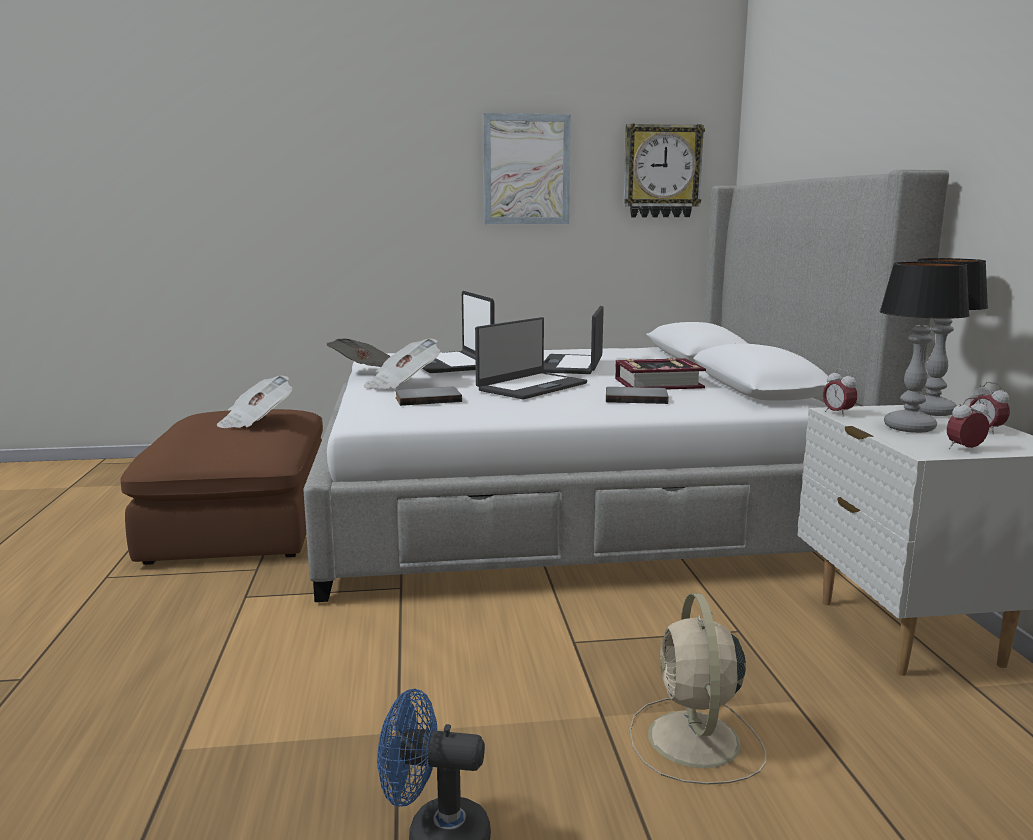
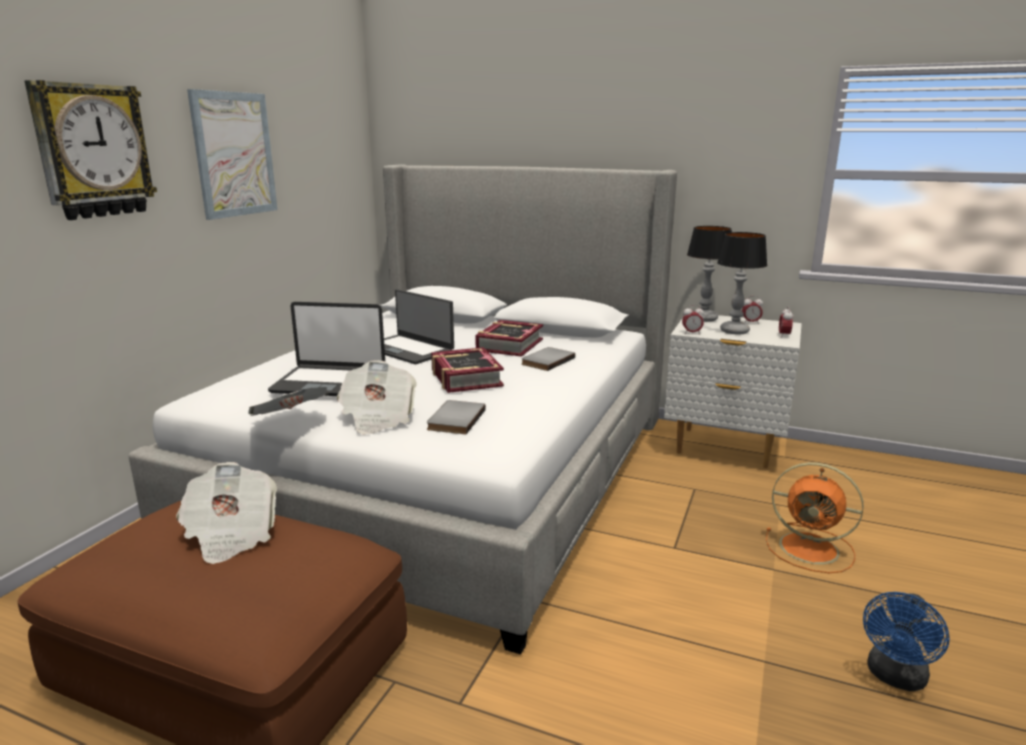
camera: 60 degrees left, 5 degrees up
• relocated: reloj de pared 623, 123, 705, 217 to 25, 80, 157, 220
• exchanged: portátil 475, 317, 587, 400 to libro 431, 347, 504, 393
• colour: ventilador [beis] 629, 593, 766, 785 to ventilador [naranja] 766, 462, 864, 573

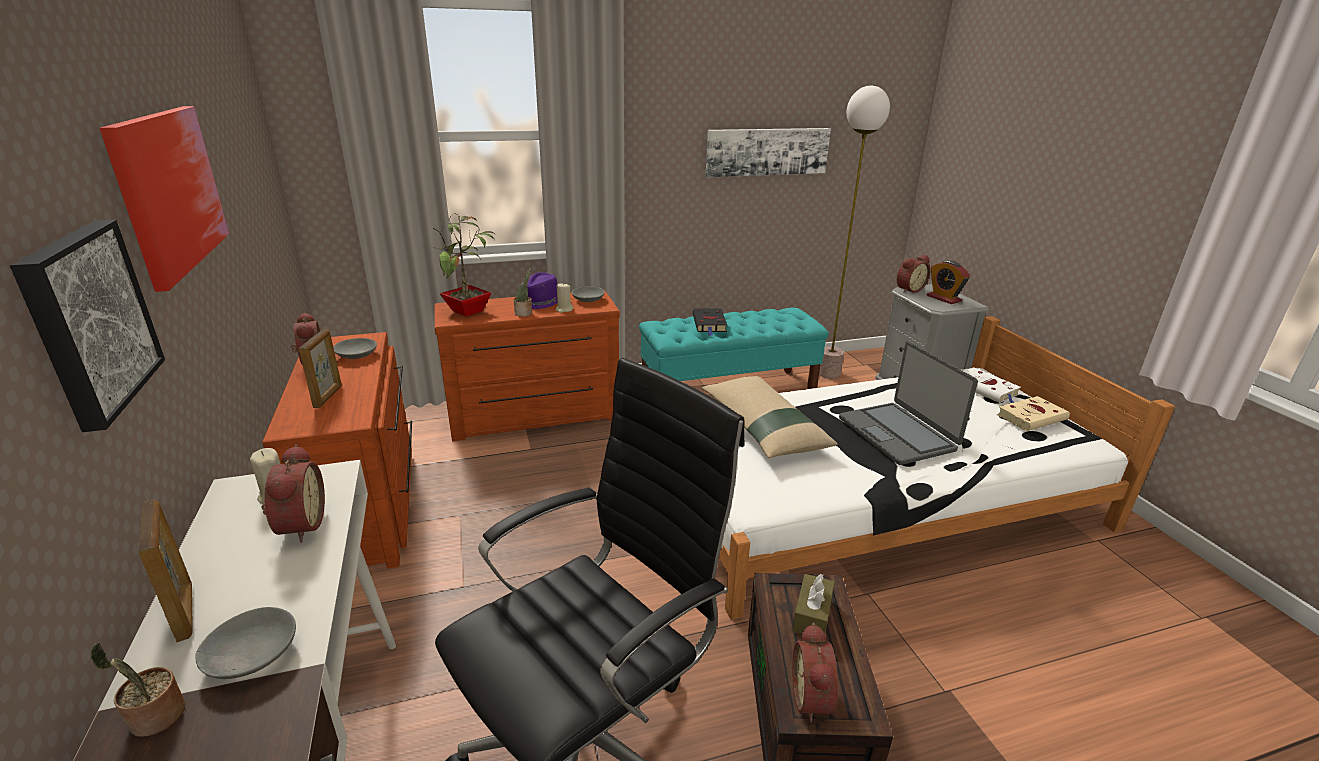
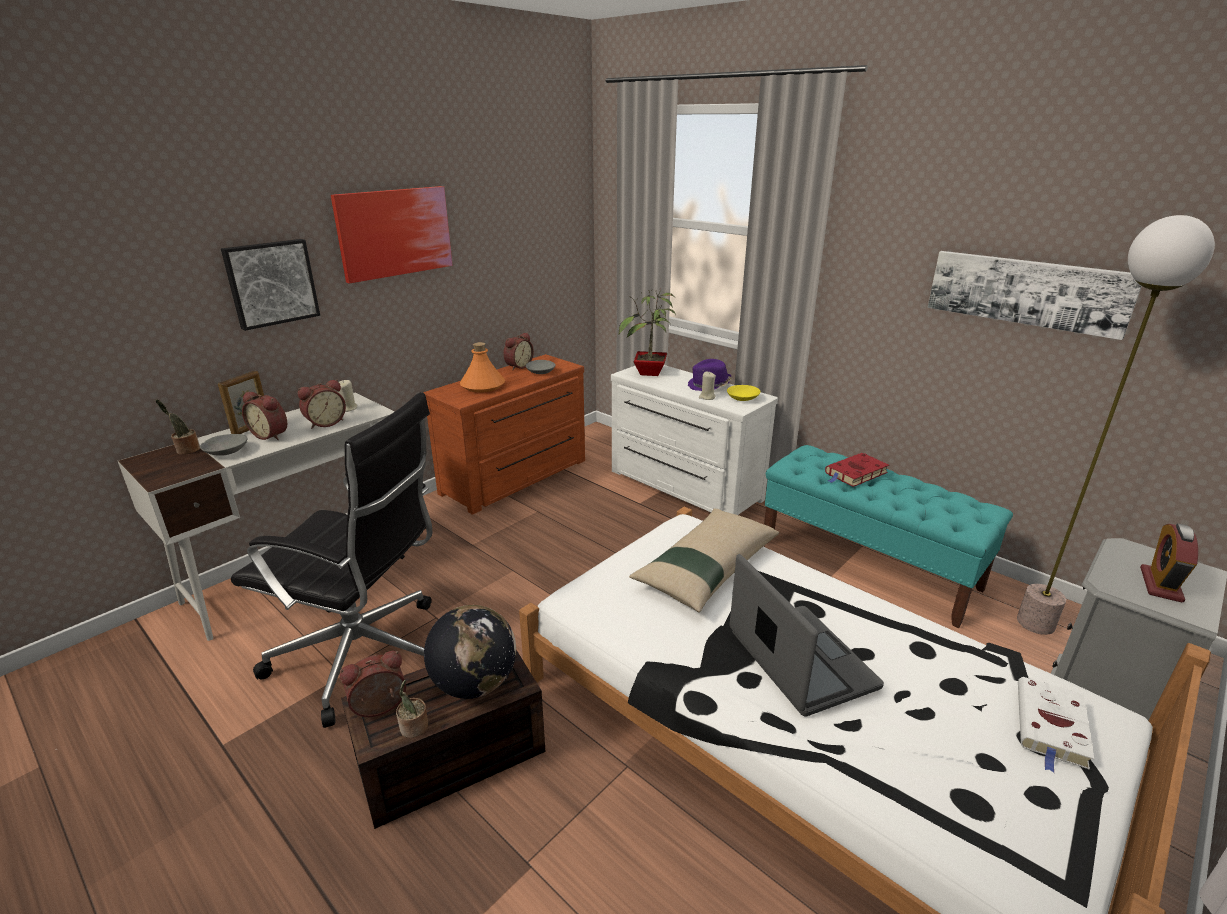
camera: 60 degrees right, 0 degrees up
• missing: libro [beis] 997, 396, 1070, 431
• relocated: planta en maceta 514, 268, 532, 317 to 396, 680, 428, 738
• relocated: despertador 897, 255, 930, 293 to 242, 392, 287, 440
• exchanged: portarretratos 299, 329, 342, 408 to botella [naranja] 460, 342, 505, 393
• exchanged: caja de pañuelos [marrón] 792, 574, 835, 634 to globo terráqueo 424, 605, 516, 699
• colour: cómoda [marrón] 434, 290, 620, 441 to cómoda [blanco] 611, 365, 778, 515
• colour: cuenco [gris] 572, 286, 605, 302 to cuenco [amarillo] 727, 385, 760, 401
• colour: libro [negro] 692, 308, 727, 336 to libro [rojo] 825, 453, 889, 487
• spun: portátil 839, 341, 978, 465 = 730, 554, 884, 717 120 degrees clockwise

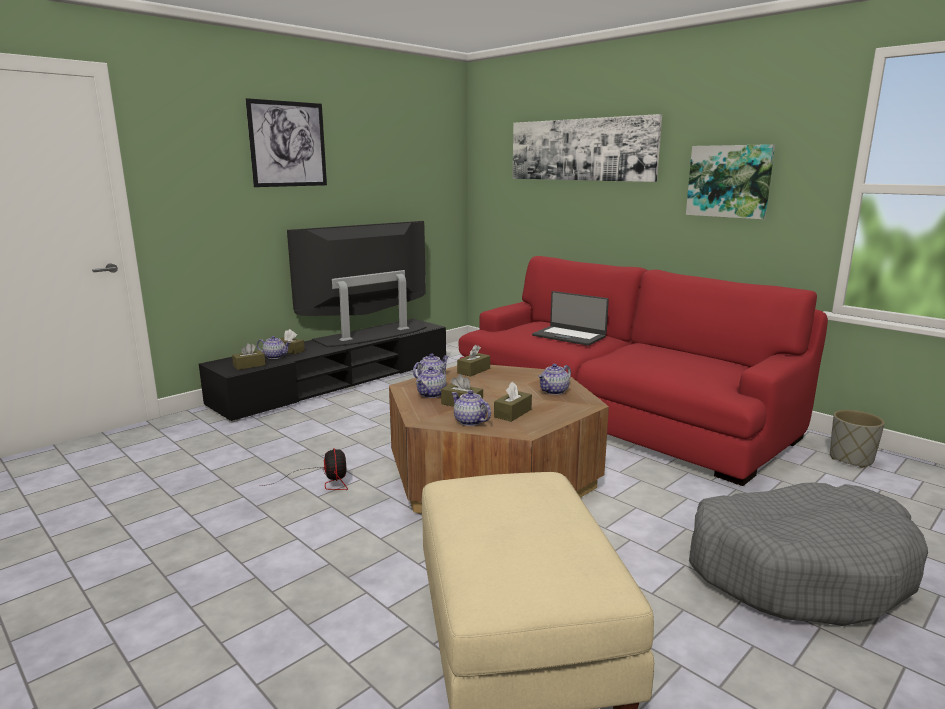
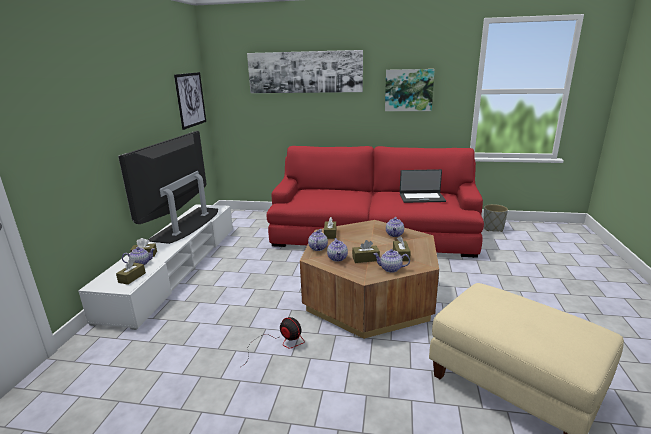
camera: 35 degrees left, 5 degrees up
• missing: cama para perro [gris] 689, 483, 928, 626
• relocated: cuadro 246, 98, 327, 187 to 174, 72, 206, 130
• relocated: portátil 532, 291, 609, 346 to 400, 169, 446, 203
• colour: mueble de televisión [negro] 199, 319, 446, 423 to mueble de televisión [blanco] 78, 205, 233, 330

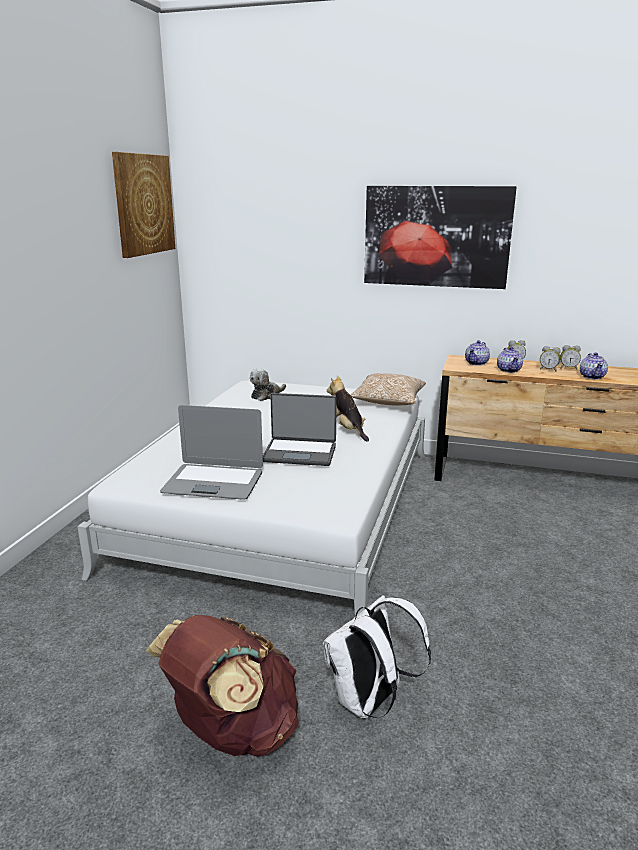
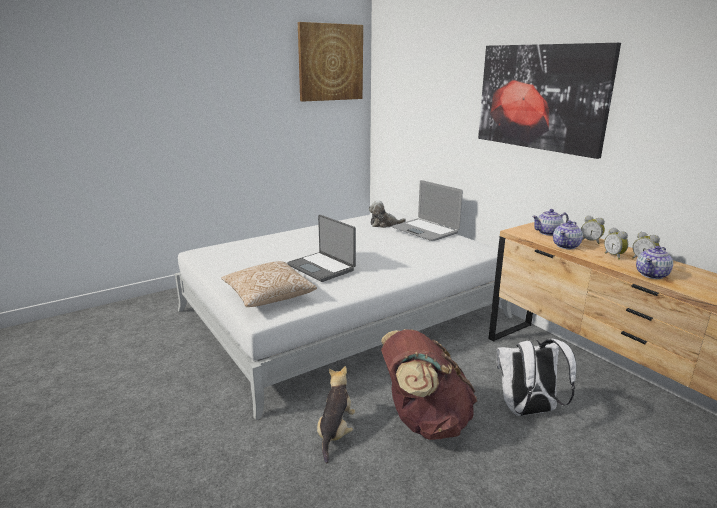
camera: 40 degrees right, 0 degrees up
• relocated: mochila [marrón] 146, 615, 299, 757 to 381, 329, 477, 440
• relocated: portátil 160, 405, 263, 500 to 391, 180, 463, 241
• relocated: mochila [blanco] 323, 595, 431, 718 to 496, 338, 576, 416
• relocated: peluche 327, 375, 369, 442 to 317, 366, 355, 463
• relocated: cojín 351, 373, 426, 405 to 221, 261, 317, 307

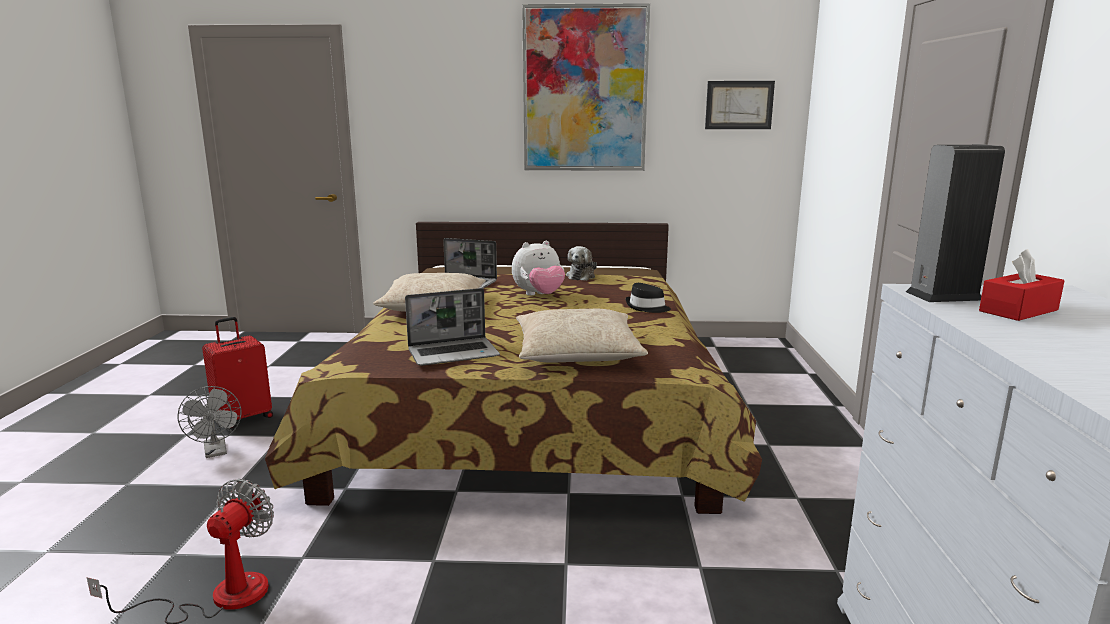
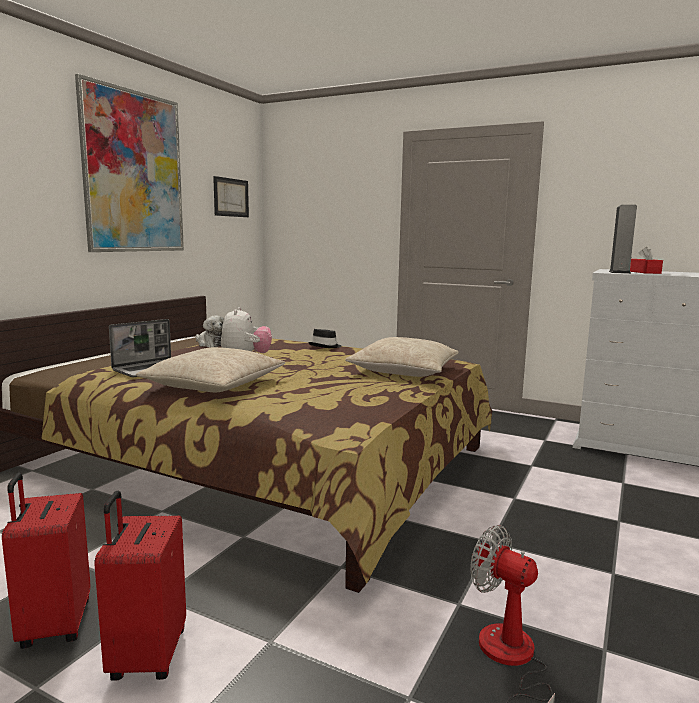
camera: 65 degrees left, 5 degrees down
• missing: portátil 405, 288, 500, 366
• exchanged: ventilador [gris] 178, 386, 241, 458 to maleta [rojo] 94, 491, 186, 681

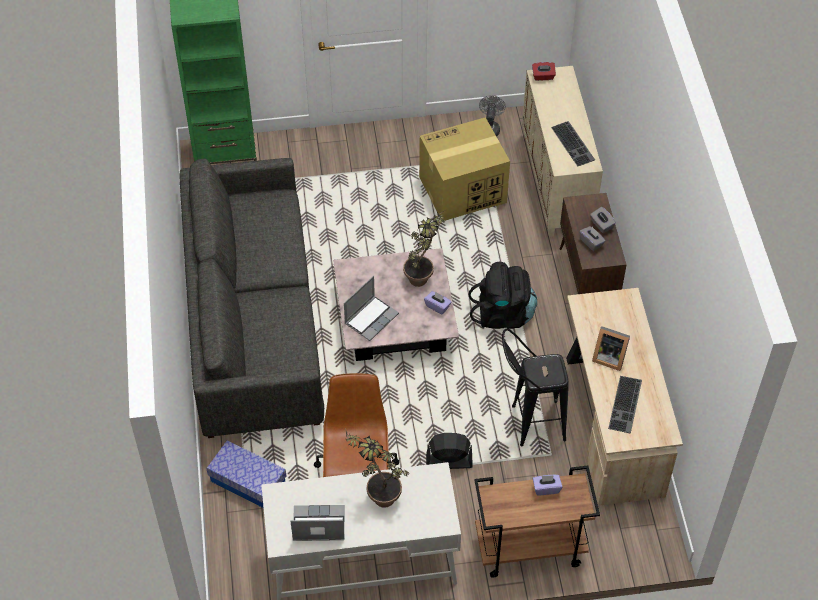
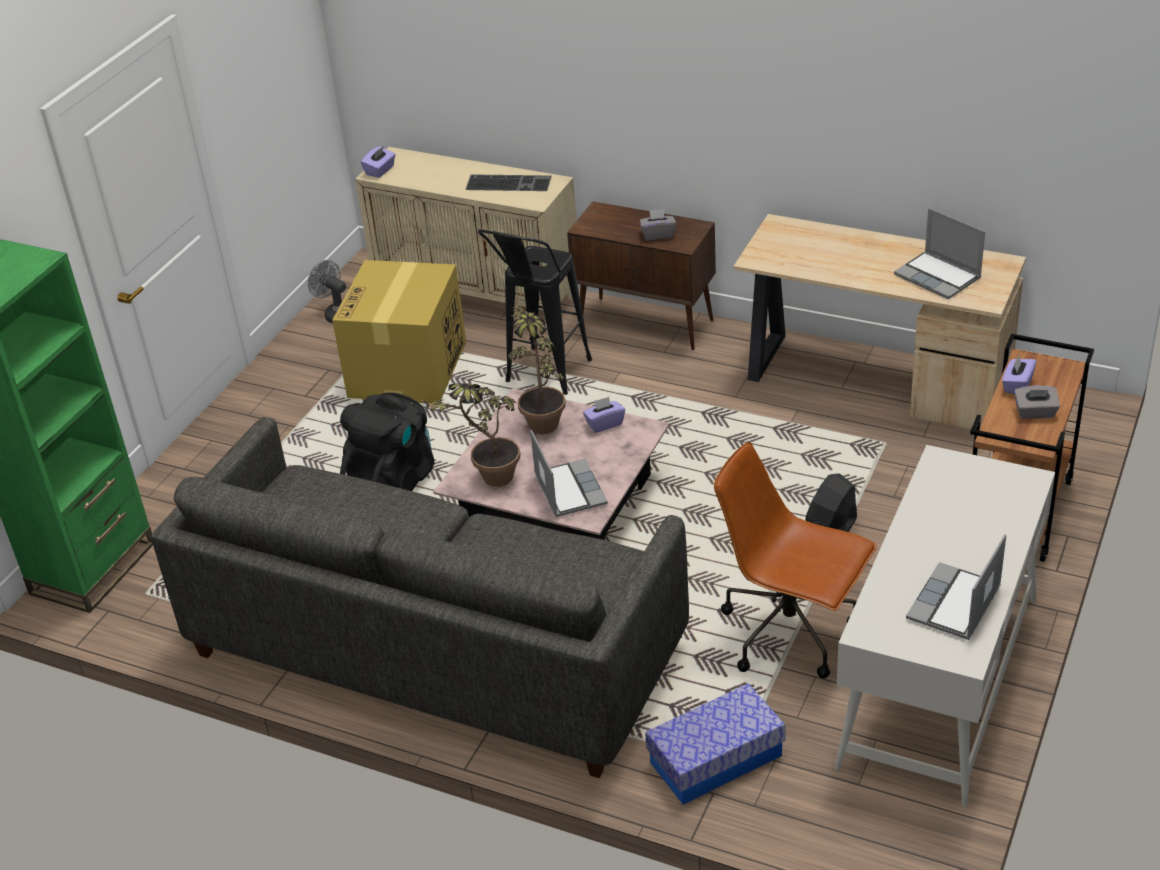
camera: 55 degrees left, 15 degrees down
• missing: portarretratos 592, 326, 630, 371
• relocated: planta en maceta 345, 428, 409, 508 to 419, 383, 520, 487
• relocated: mochila [negro] 469, 262, 537, 329 to 340, 392, 435, 491
• relocated: taburete [negro] 502, 328, 569, 447 to 478, 229, 592, 395
• relocated: caja de pañuelos [gris] 590, 207, 616, 233 to 1014, 386, 1060, 419
• exchanged: teclado 608, 376, 642, 433 to portátil 894, 208, 985, 299
• colour: caja de pañuelos [rojo] 532, 62, 556, 81 to caja de pañuelos [morado] 361, 146, 396, 178

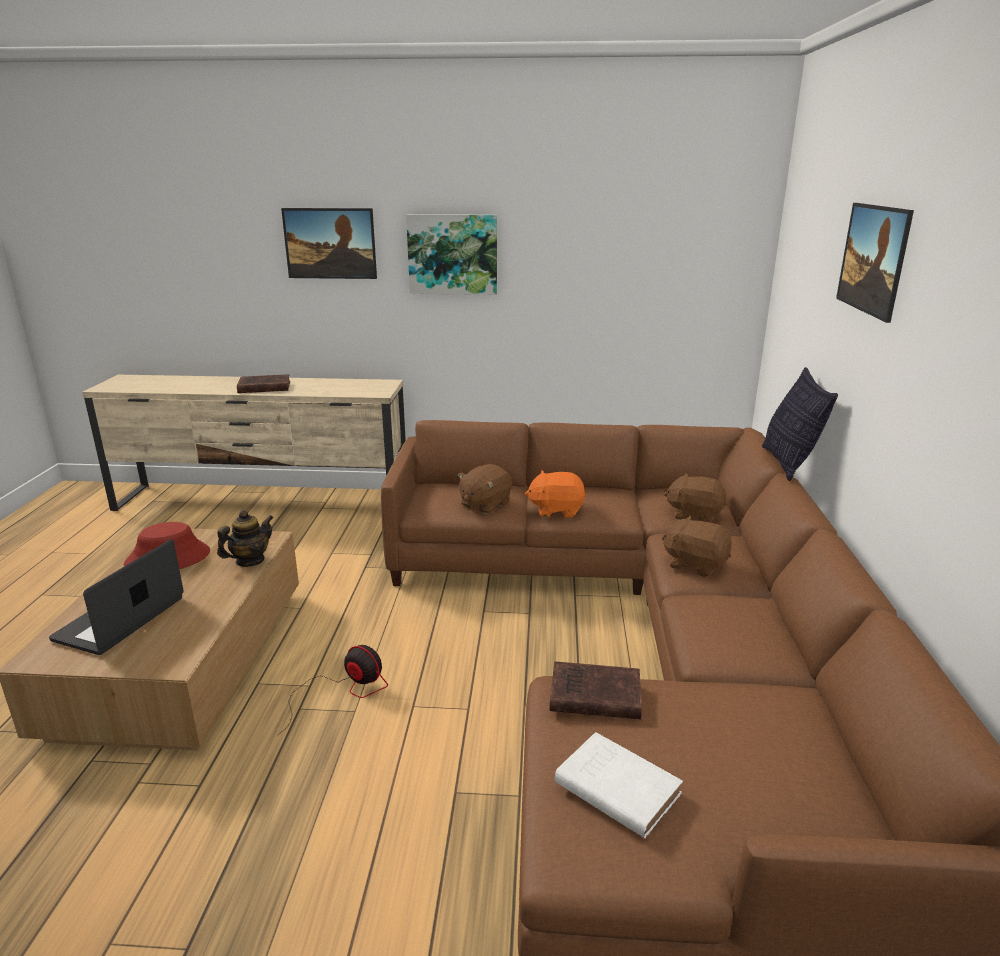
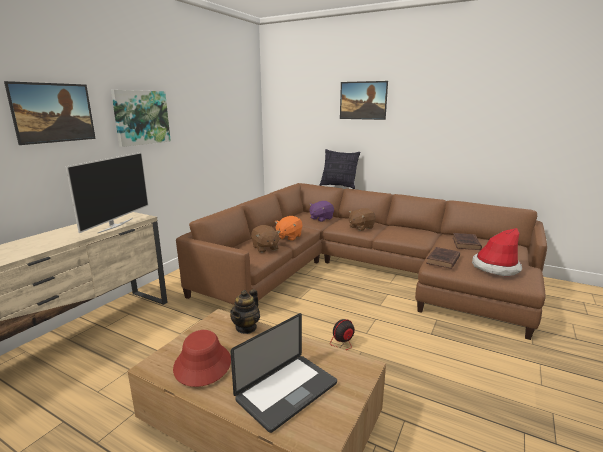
camera: 65 degrees left, 5 degrees down
• appeared: televisor 66, 152, 149, 234
• relocated: libro [marrón] 237, 374, 290, 393 to 453, 233, 482, 250
• exchanged: libro [blanco] 555, 732, 683, 838 to sombrero 472, 228, 522, 276
• colour: peluche [marrón] 664, 473, 727, 522 to peluche [morado] 309, 201, 334, 222
• spun: portátil 49, 539, 184, 655 = 230, 313, 337, 433 90 degrees counterclockwise
• spun: tetera 217, 510, 274, 567 = 230, 289, 260, 334 135 degrees counterclockwise

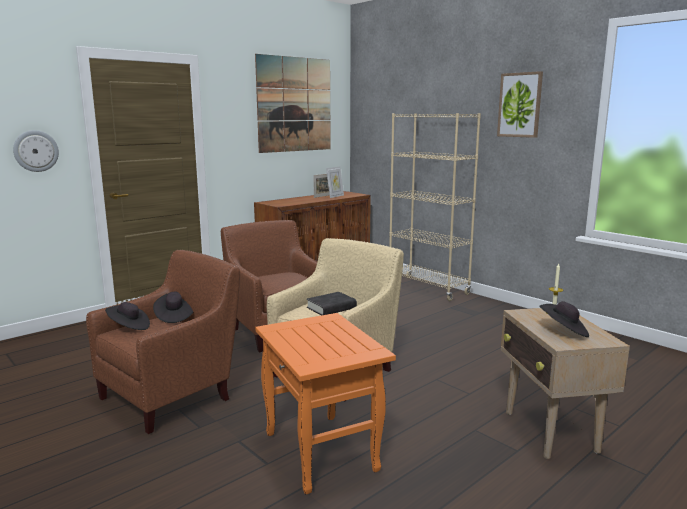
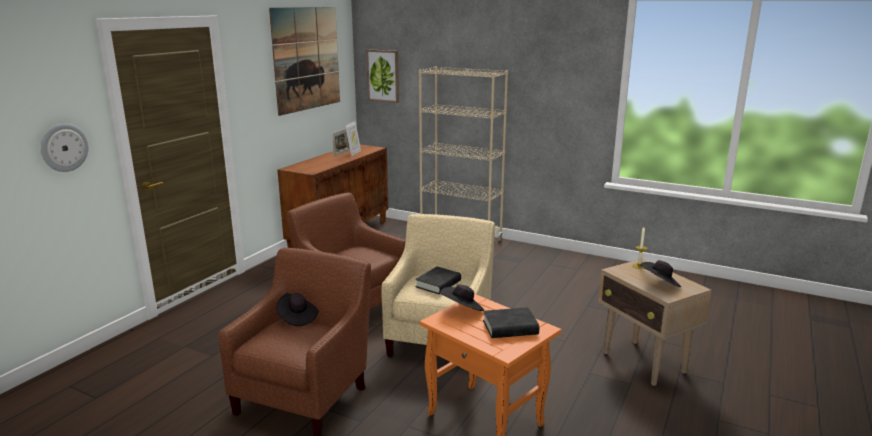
camera: 20 degrees left, 5 degrees up
• appeared: libro [negro] 483, 307, 539, 338
• relocated: sombrero [negro] 105, 302, 150, 330 to 440, 285, 484, 311
• relocated: cuadro 497, 71, 543, 138 to 366, 49, 399, 103

